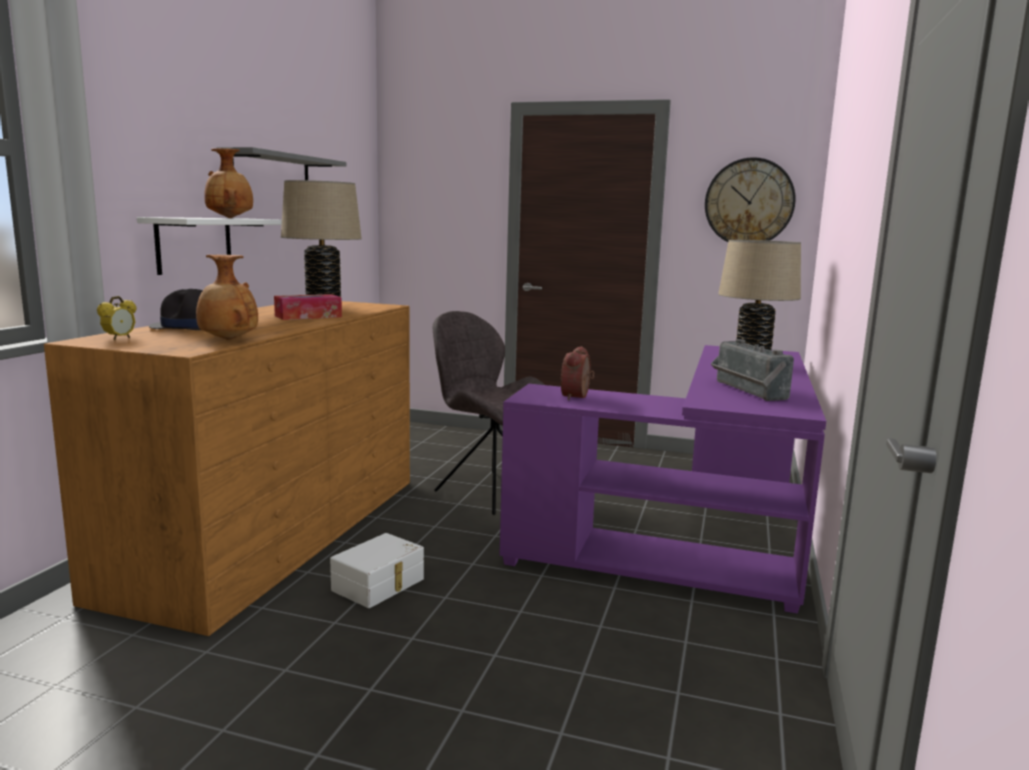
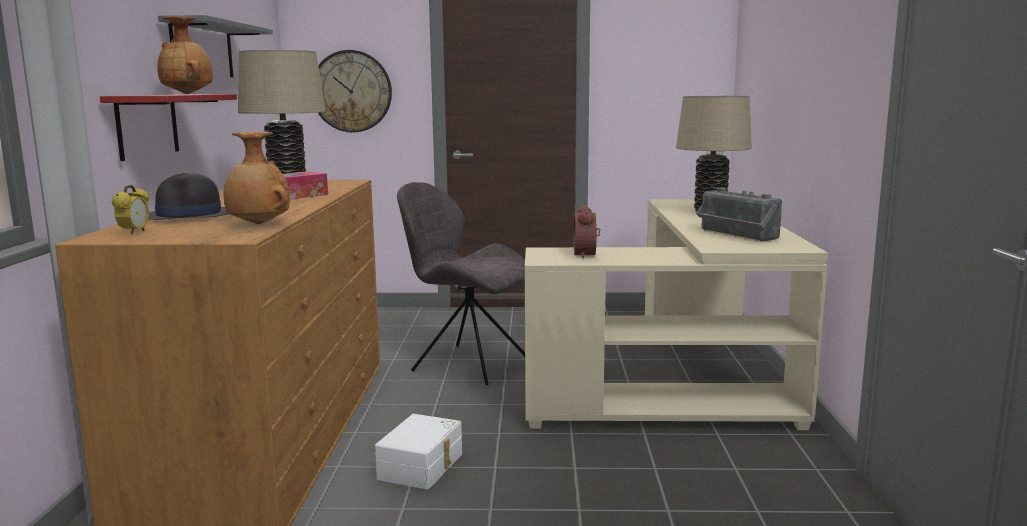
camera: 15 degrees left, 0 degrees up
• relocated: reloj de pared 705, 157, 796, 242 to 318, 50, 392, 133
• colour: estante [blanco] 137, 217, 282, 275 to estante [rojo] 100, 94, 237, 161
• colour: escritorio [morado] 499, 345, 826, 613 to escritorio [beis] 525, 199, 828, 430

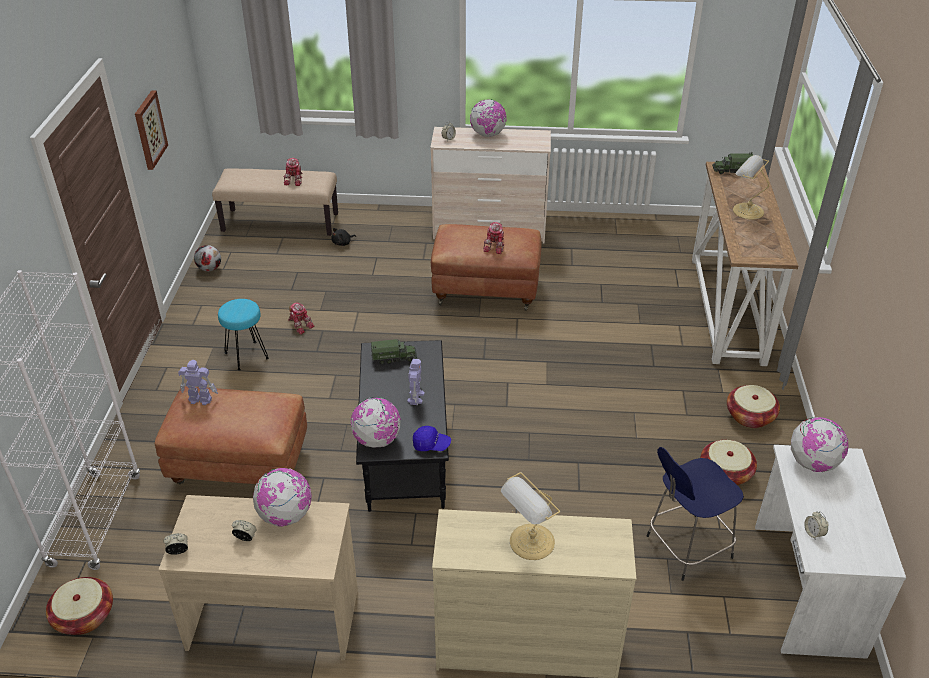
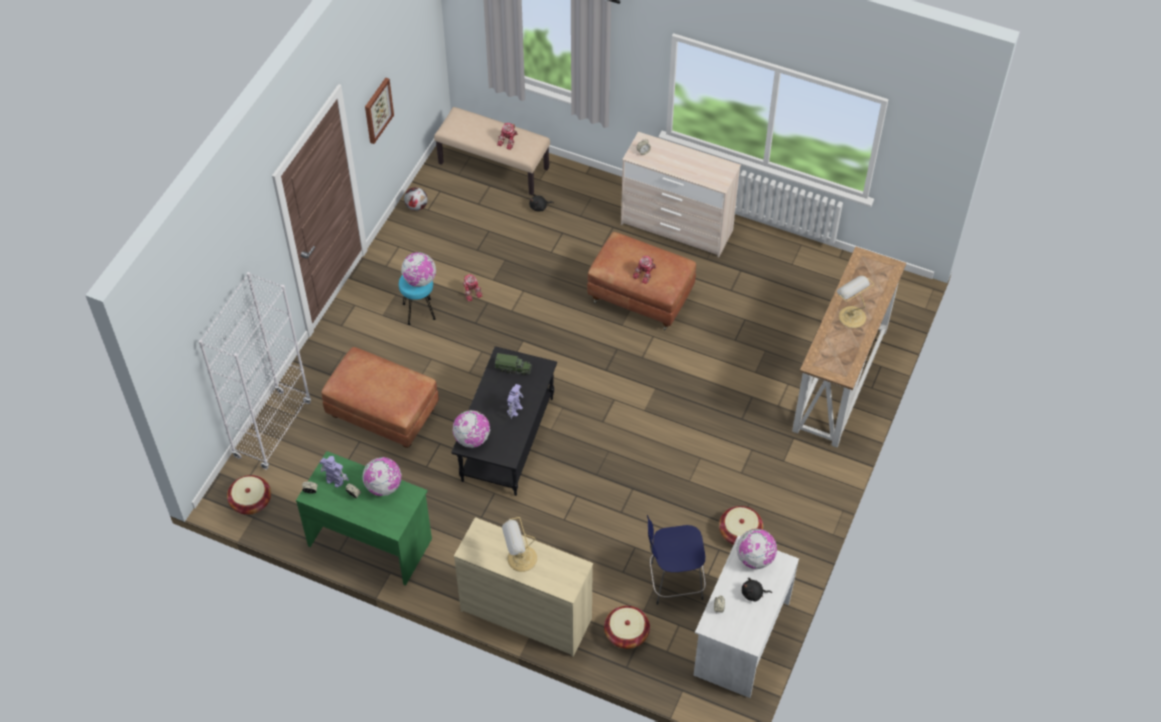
camera: 20 degrees right, 15 degrees up
• missing: gorra [azul] 413, 426, 451, 451
• missing: camión de juguete 712, 152, 753, 174
• appeared: peluche [negro] 742, 578, 772, 602
• relocated: robot de juguete 178, 360, 218, 405 to 320, 456, 349, 487
• relocated: globo terráqueo 470, 99, 507, 137 to 401, 252, 436, 287
• relocated: cesta 727, 385, 780, 428 to 604, 606, 650, 649
• colour: escritorio [beis] 158, 495, 358, 661 to escritorio [verde] 296, 451, 432, 586

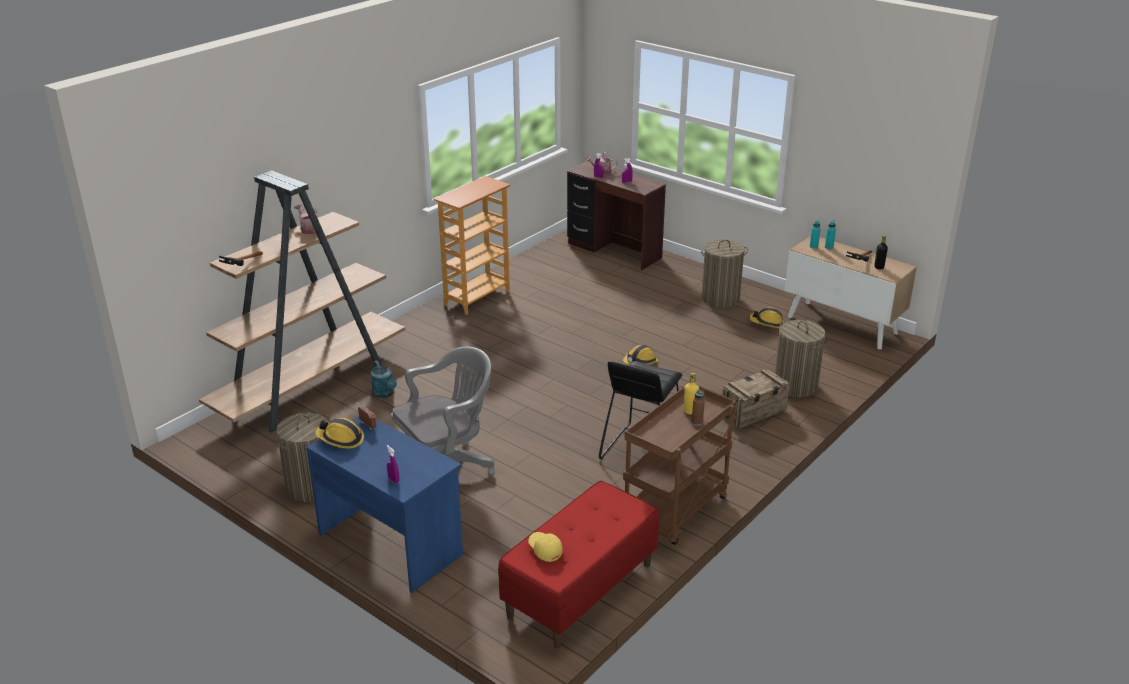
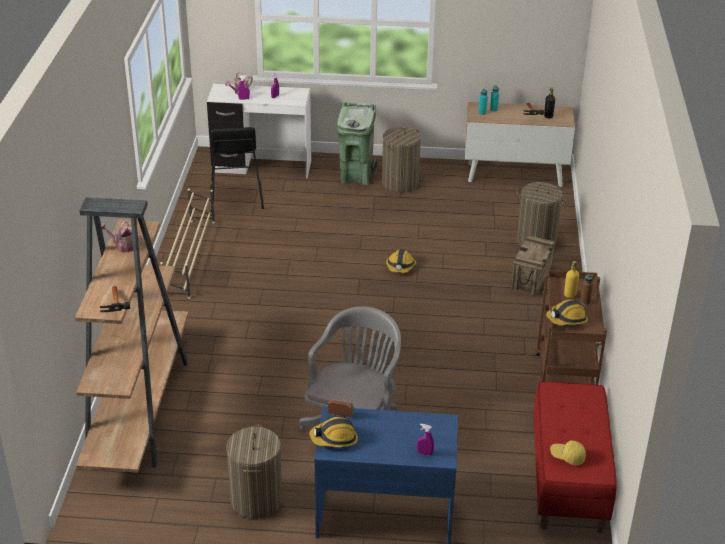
camera: 35 degrees left, 5 degrees up
• missing: regadera [turquesa] 371, 361, 397, 398
• appeared: papelera [verde] 337, 102, 377, 185
• relocated: taburete [negro] 599, 361, 682, 459 to 210, 127, 264, 212
• relocated: casco 750, 307, 783, 328 to 546, 299, 588, 325
• exchanged: estantería 434, 176, 511, 315 to zapatero [beis] 160, 189, 215, 299
• colour: escritorio [marrón] 567, 161, 666, 270 to escritorio [blanco] 207, 84, 311, 178

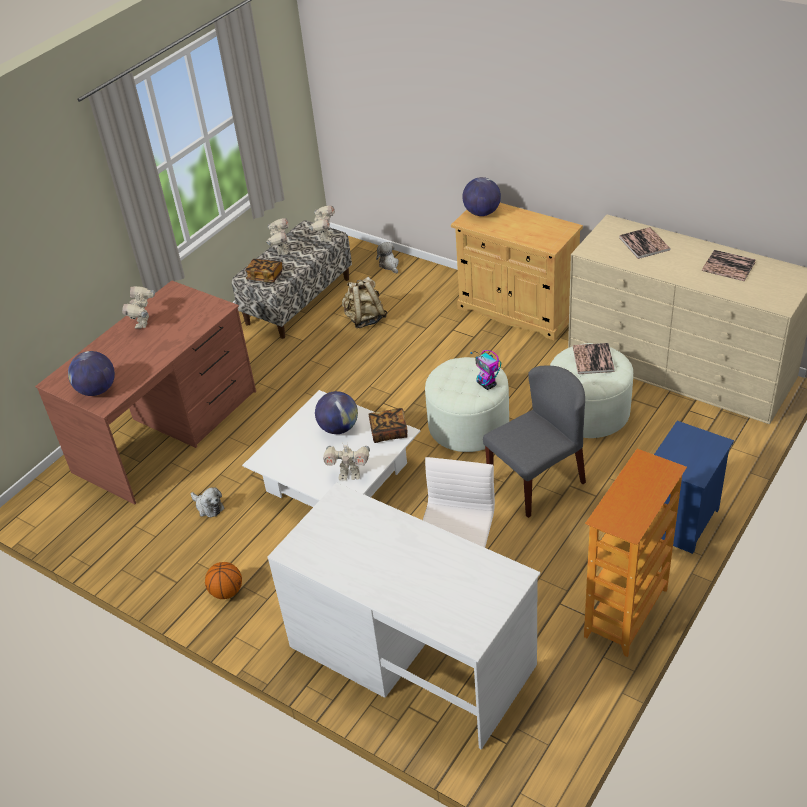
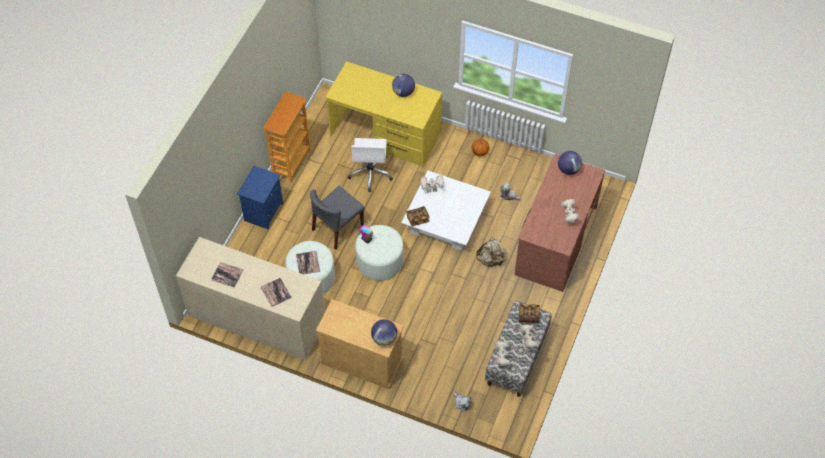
camera: 165 degrees right, 15 degrees up
• relocated: globo terráqueo 315, 391, 358, 434 to 392, 74, 415, 97
• relocated: mochila [beis] 342, 277, 388, 328 to 476, 237, 507, 267
• colour: escritorio [blanco] 267, 482, 541, 749 to escritorio [amarillo] 325, 61, 442, 167

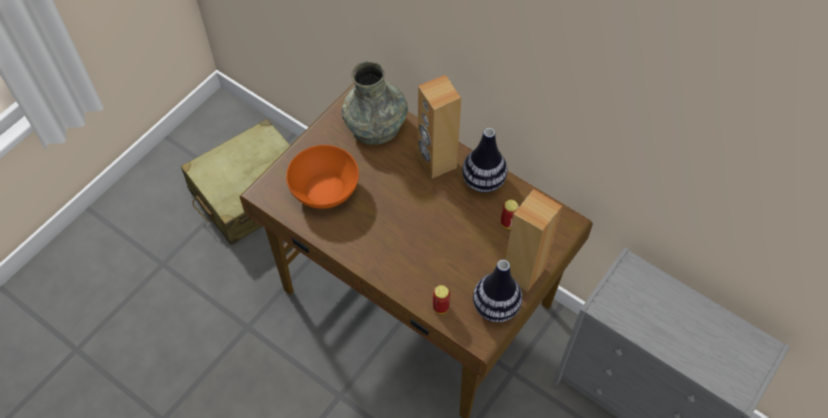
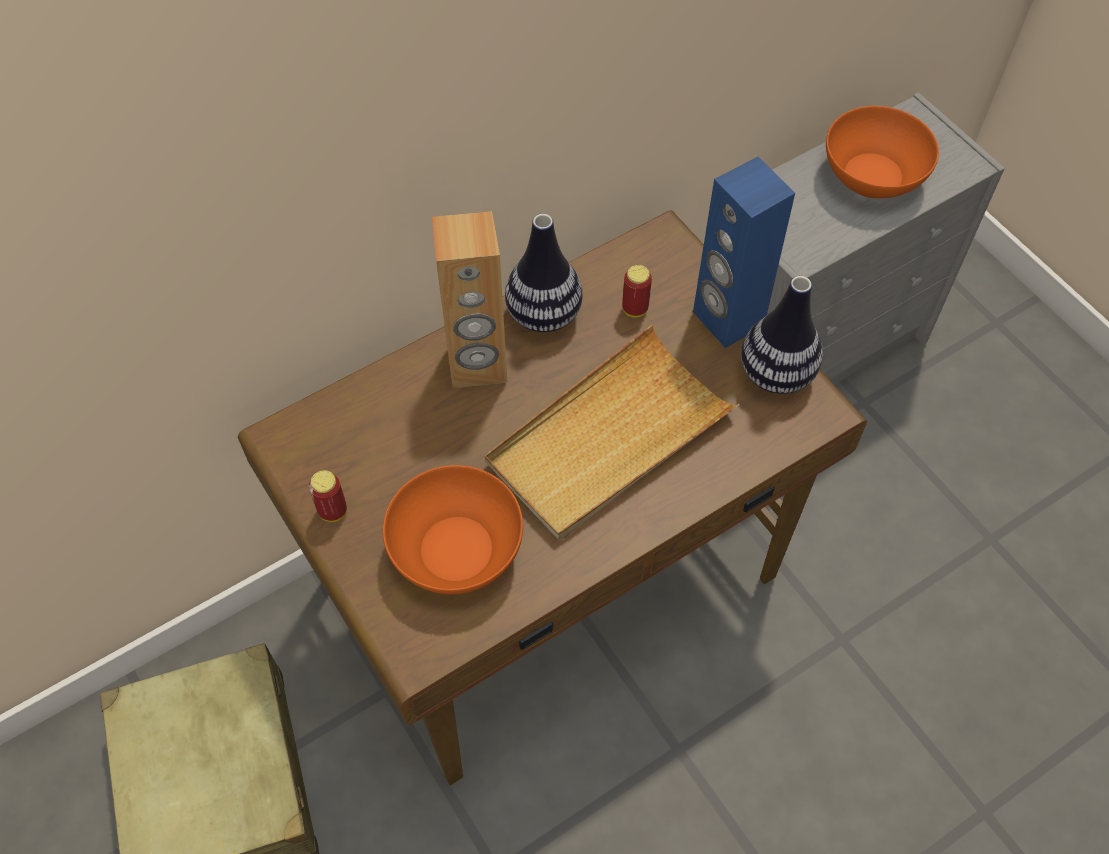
camera: 70 degrees left, 0 degrees up
• missing: florero [gris] 342, 61, 408, 145
• appeared: bandeja [beis] 485, 325, 739, 540
• appeared: cuenco [naranja] 826, 106, 939, 199
• relocated: lata 433, 285, 450, 314 to 309, 470, 347, 522
• colour: altavoz [marrón] 505, 189, 562, 292 to altavoz [azul] 693, 156, 795, 348

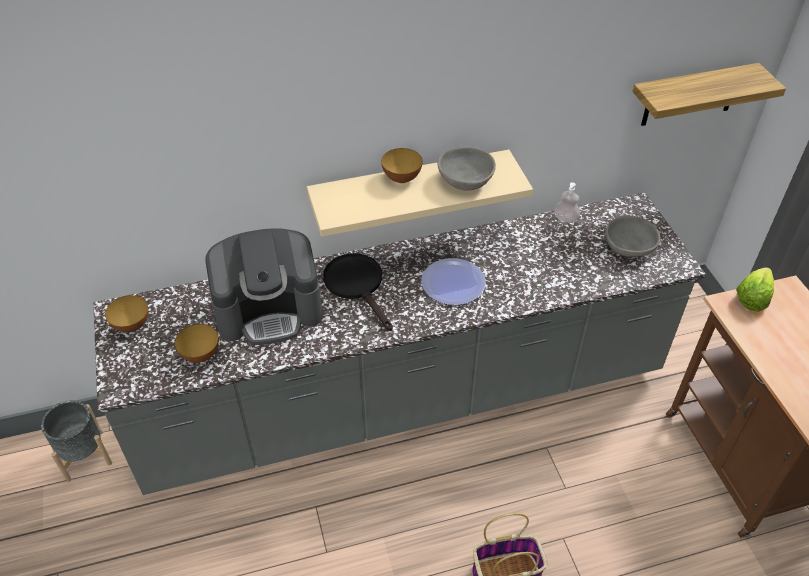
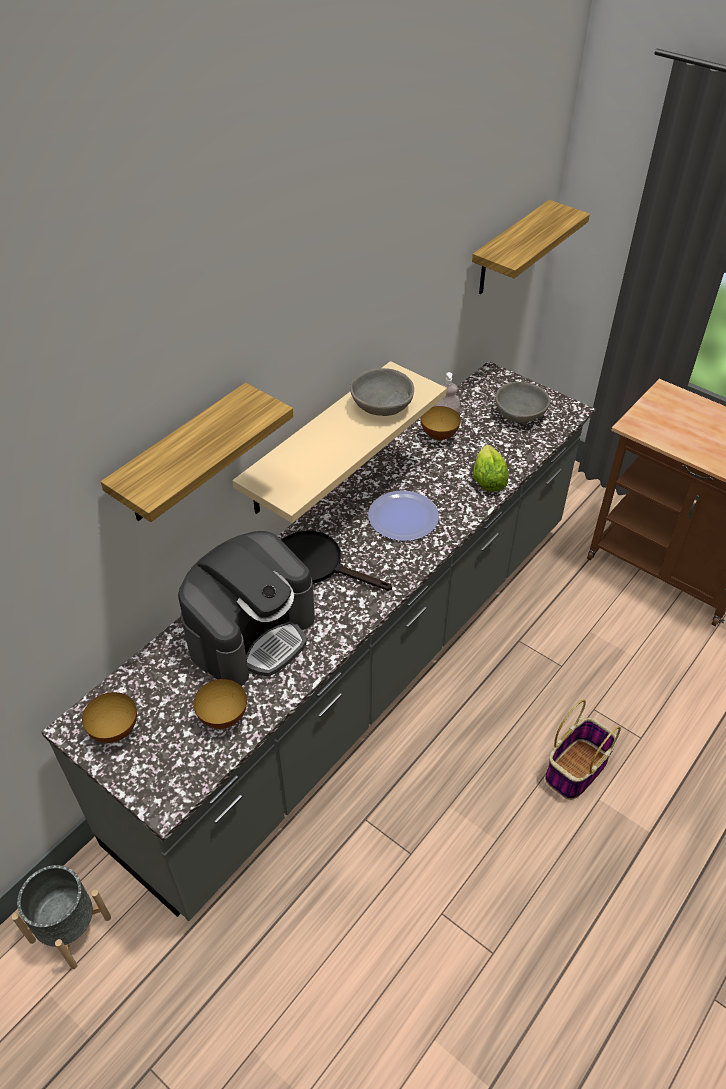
camera: 35 degrees left, 0 degrees up
• appeared: estante 101, 383, 293, 522
• relocated: cuenco 381, 148, 423, 183 to 421, 406, 461, 440
• relocated: lechuga 736, 267, 774, 312 to 473, 445, 509, 492

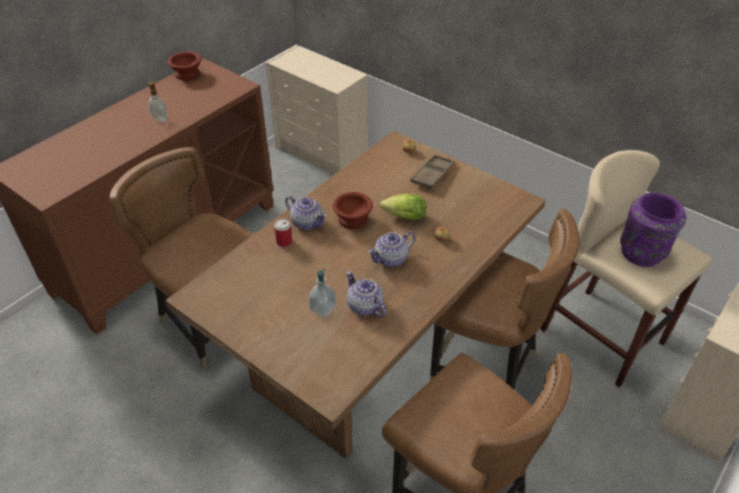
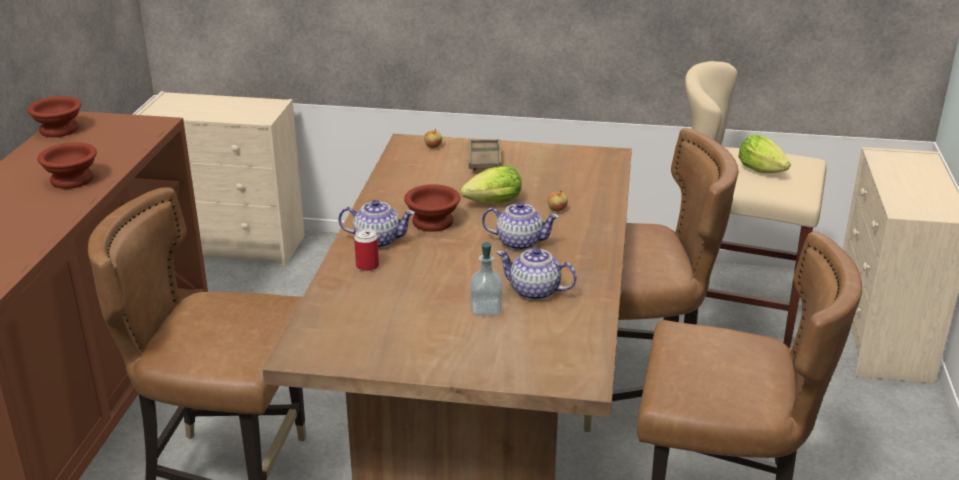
camera: 30 degrees left, 15 degrees down
• exchanged: dispensador de jabón 148, 82, 168, 122 to cuenco [marrón] 37, 142, 97, 189
• exchanged: florero [morado] 620, 192, 686, 267 to lechuga 739, 135, 790, 173
• spun: tetera 367, 231, 415, 267 = 482, 202, 559, 251 105 degrees counterclockwise

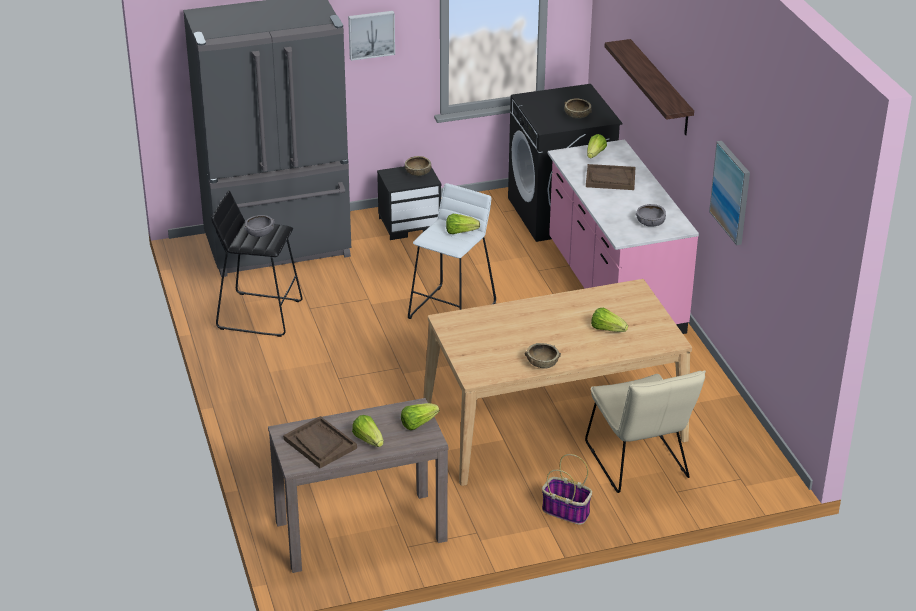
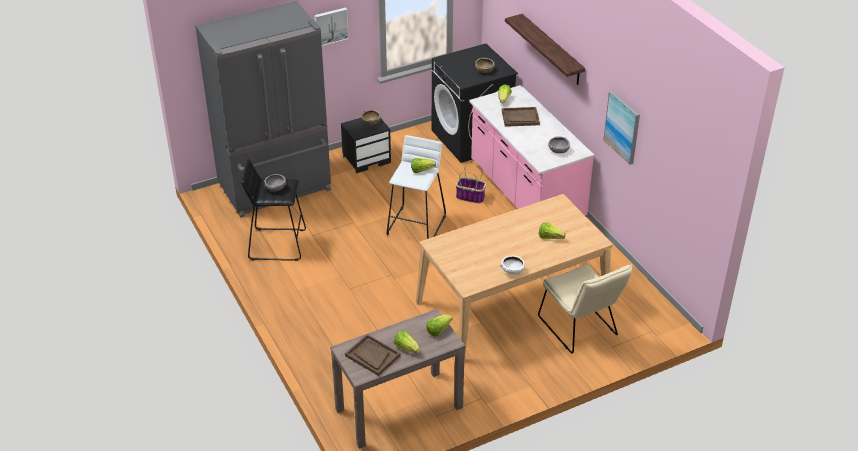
camera: 10 degrees left, 5 degrees up
• relocated: cesta 542, 454, 592, 525 to 456, 162, 486, 204
• colour: cuenco [marrón] 525, 343, 561, 369 to cuenco [blanco] 500, 256, 526, 275

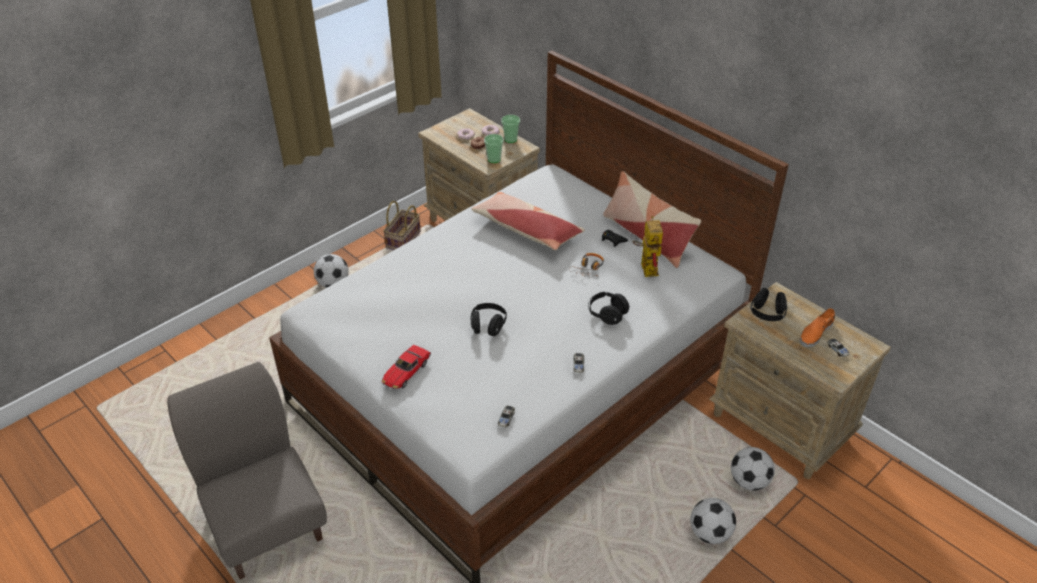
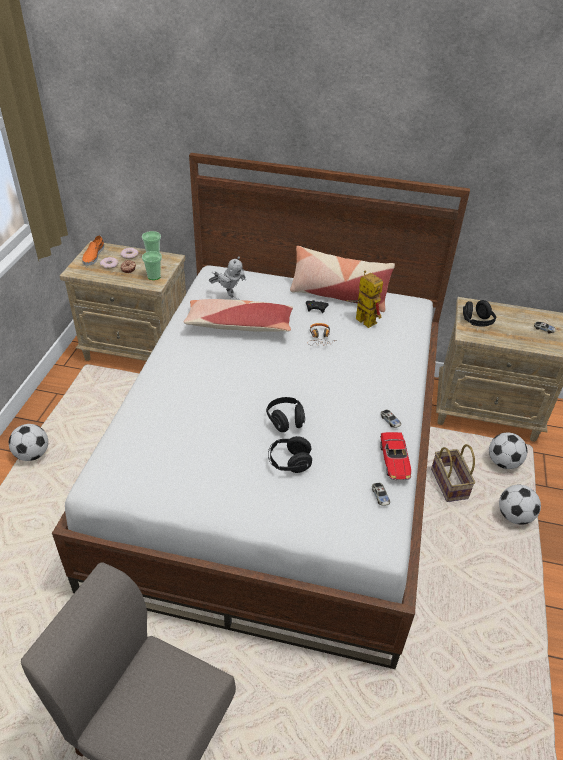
camera: 35 degrees left, 0 degrees up
• appeared: robot de juguete 209, 256, 246, 300
• relocated: coche de juguete 381, 345, 431, 390 to 380, 432, 411, 480
• relocated: cesta 383, 201, 421, 250 to 431, 444, 475, 502
• relocated: auriculares [negro] 588, 292, 630, 325 to 268, 436, 312, 473
• relocated: zapato [naranja] 800, 308, 835, 347 to 82, 235, 104, 266

